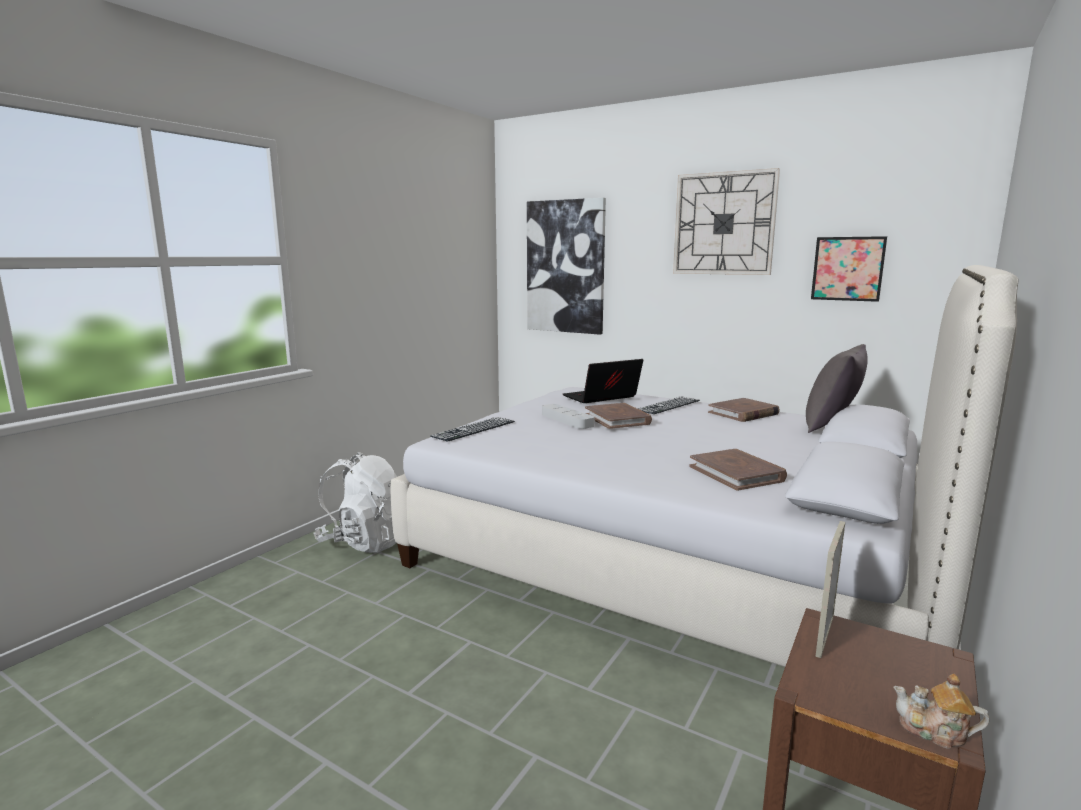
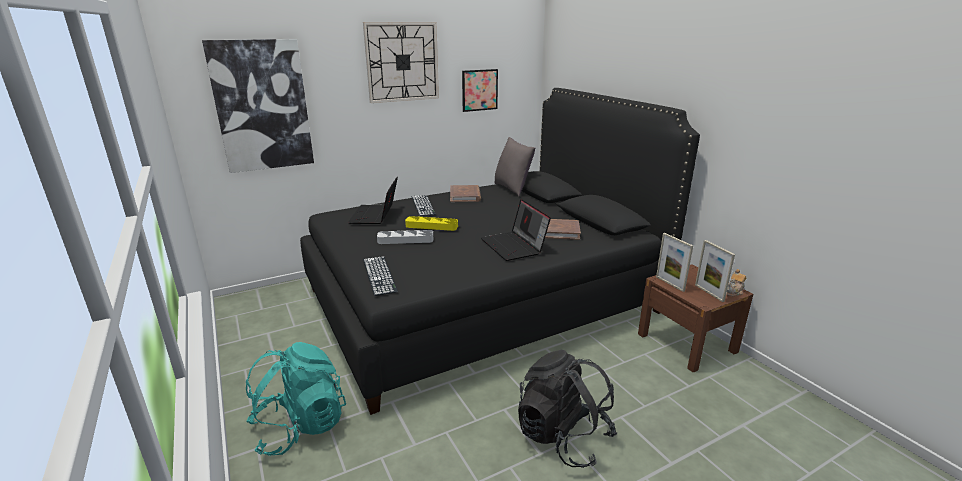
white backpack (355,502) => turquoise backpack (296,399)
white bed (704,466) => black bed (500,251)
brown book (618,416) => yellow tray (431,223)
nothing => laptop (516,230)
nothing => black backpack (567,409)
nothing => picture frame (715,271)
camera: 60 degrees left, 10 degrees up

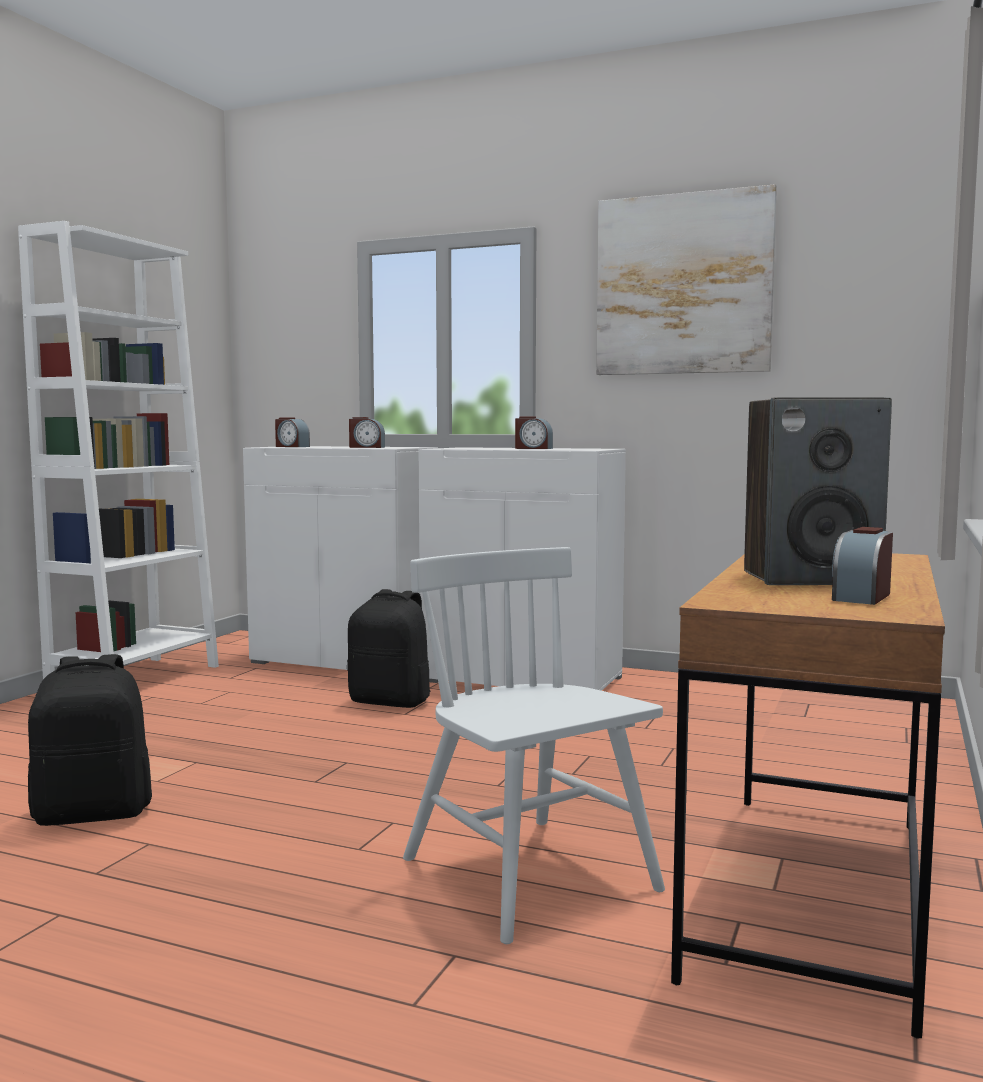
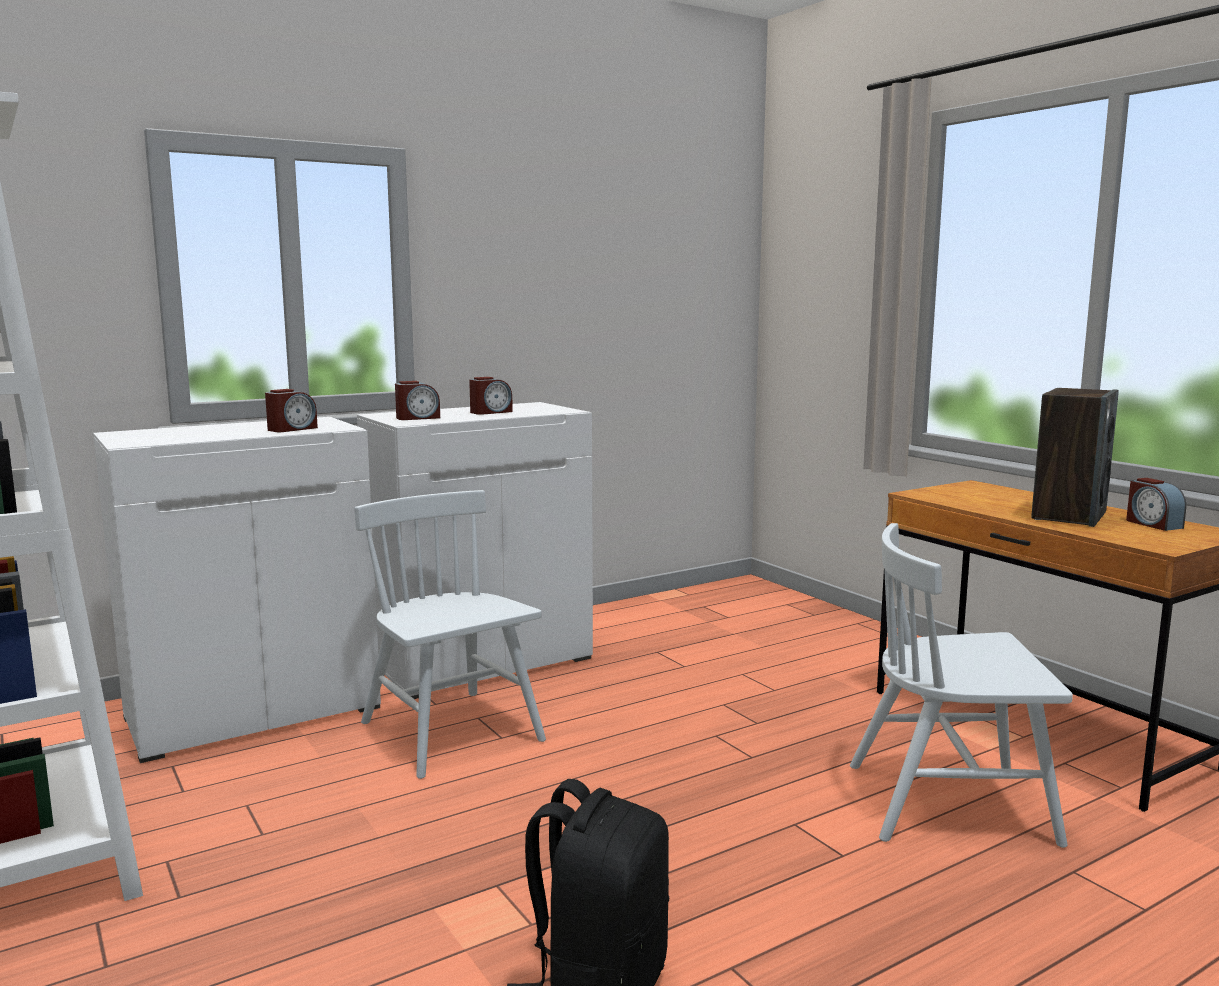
alarm clock (292,432) => alarm clock (417,400), shifted
black backpack (388,648) => white chair (450,634)
picture (686,279) => nothing
camera: 55 degrees left, 5 degrees up

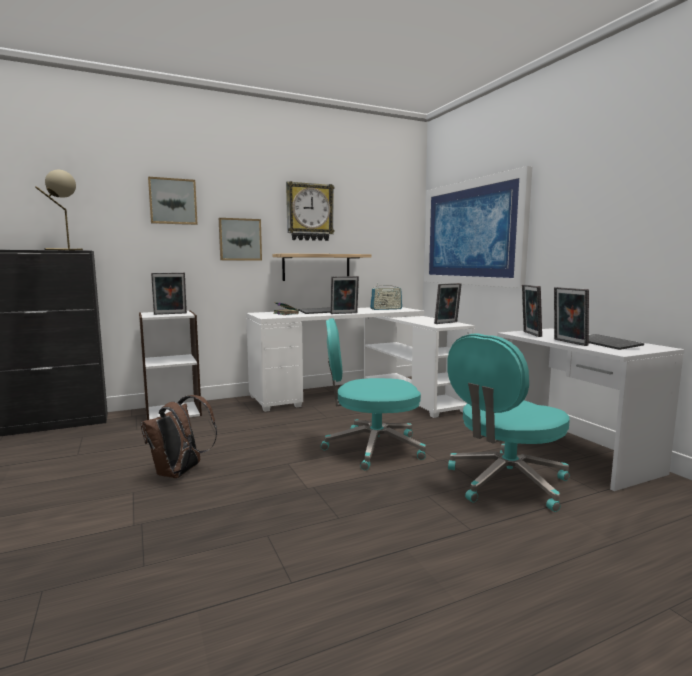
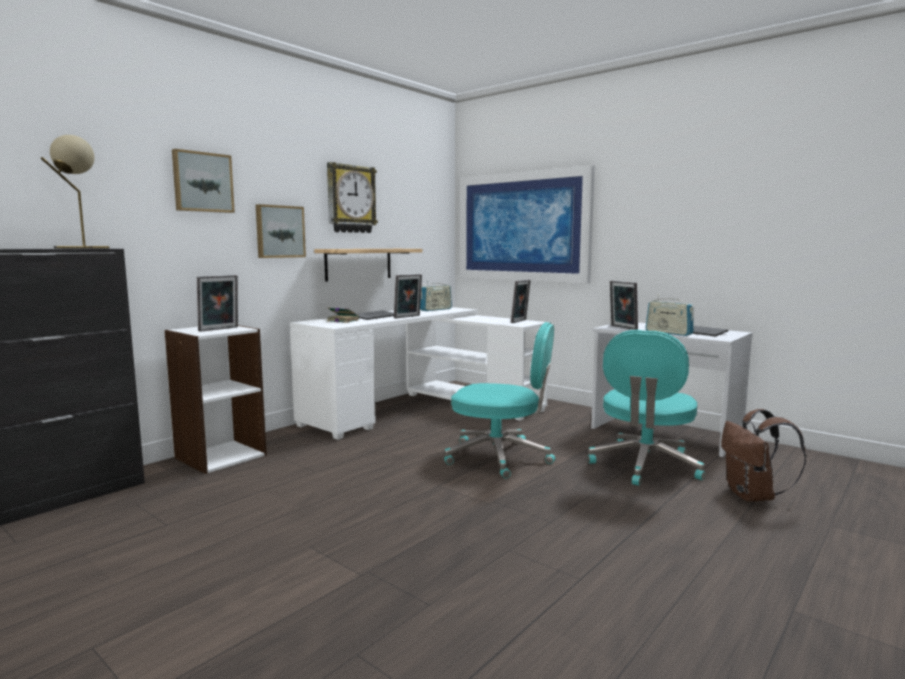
brown backpack (179,436) => brown backpack (763,455), shifted
turquoise office chair (373,394) => turquoise office chair (499,400), 135 degrees counterclockwise
picture frame (571,316) => radio (669,315)
camera: 25 degrees left, 0 degrees up

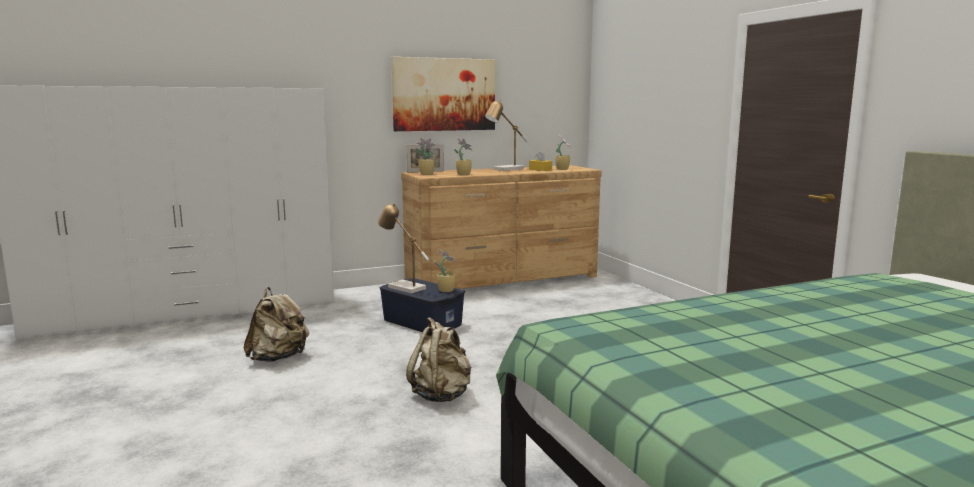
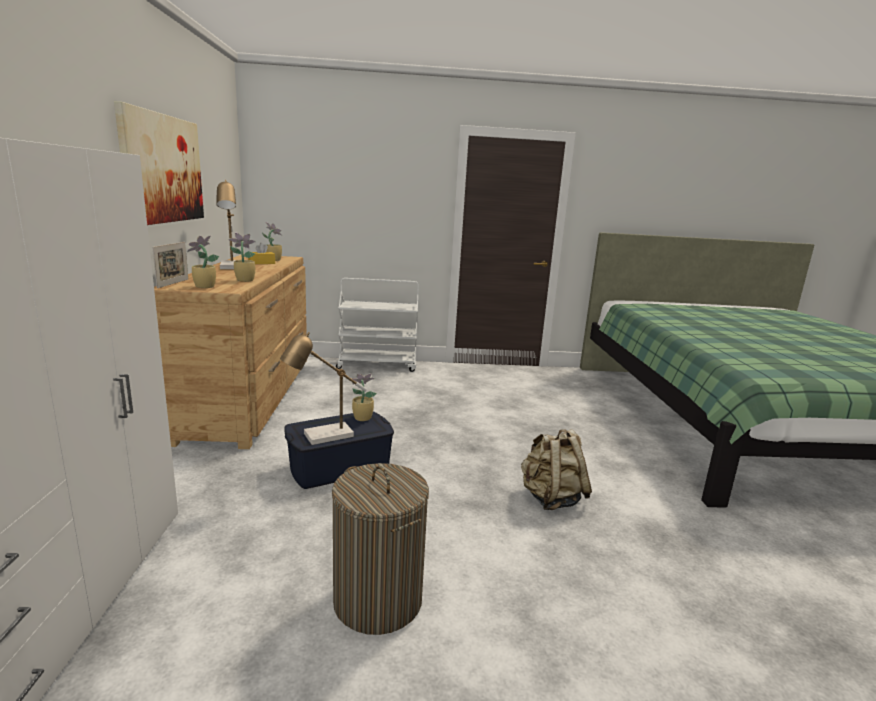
beige backpack (277,324) => laundry basket (380,549)
nothing => white cart (377,325)
camera: 70 degrees left, 5 degrees up

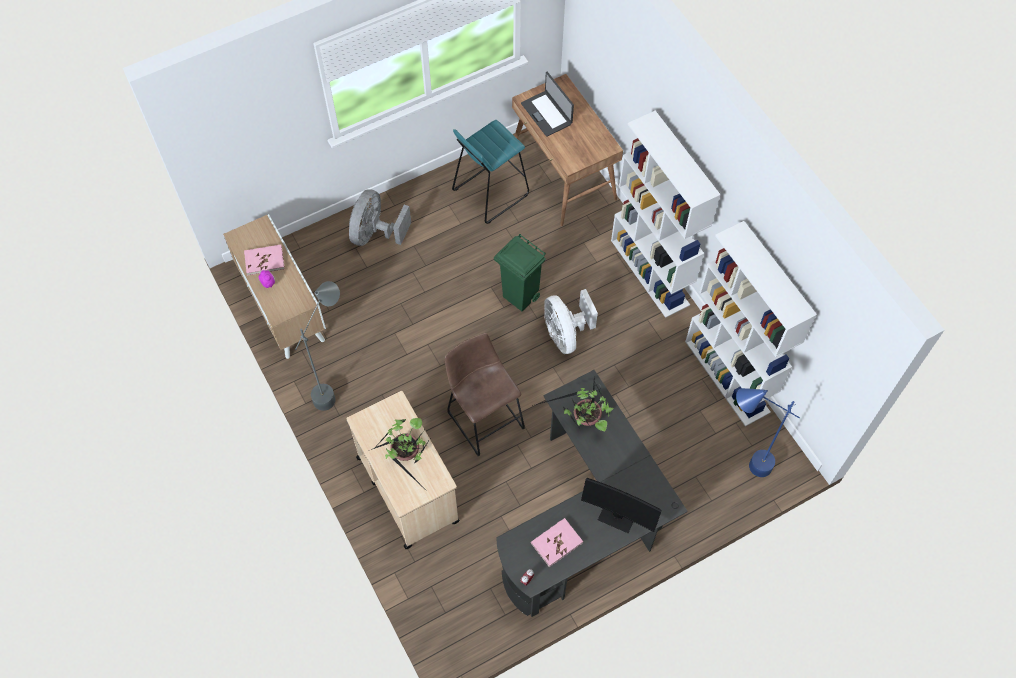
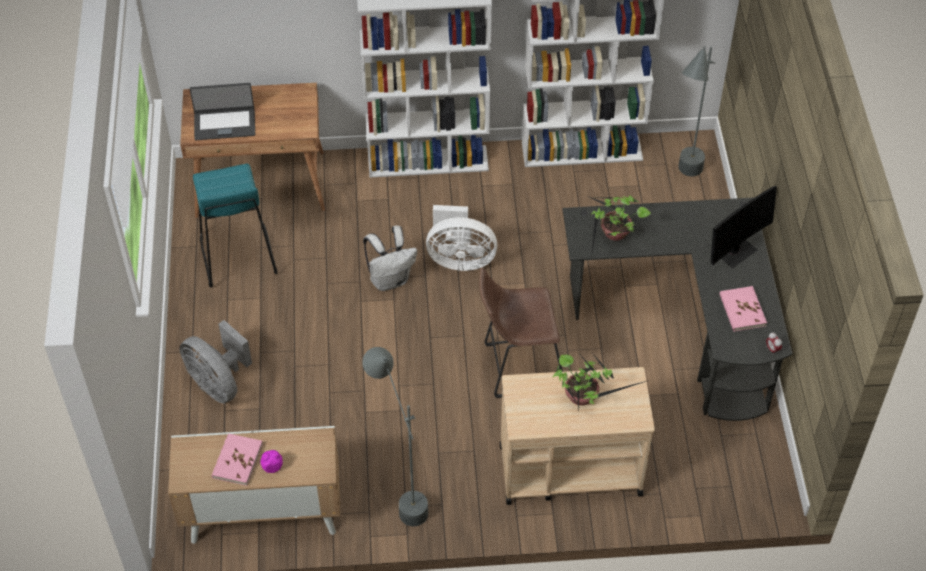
green trash can (520,272) => white backpack (390,258)
blue floor lamp (768,432) => grey floor lamp (697,111)
camera: 65 degrees left, 10 degrees down

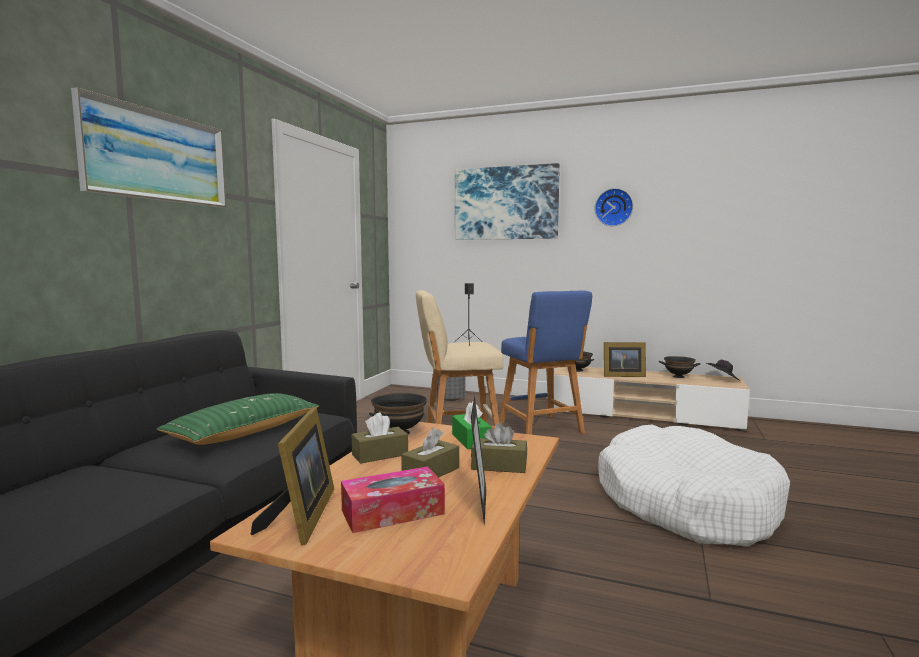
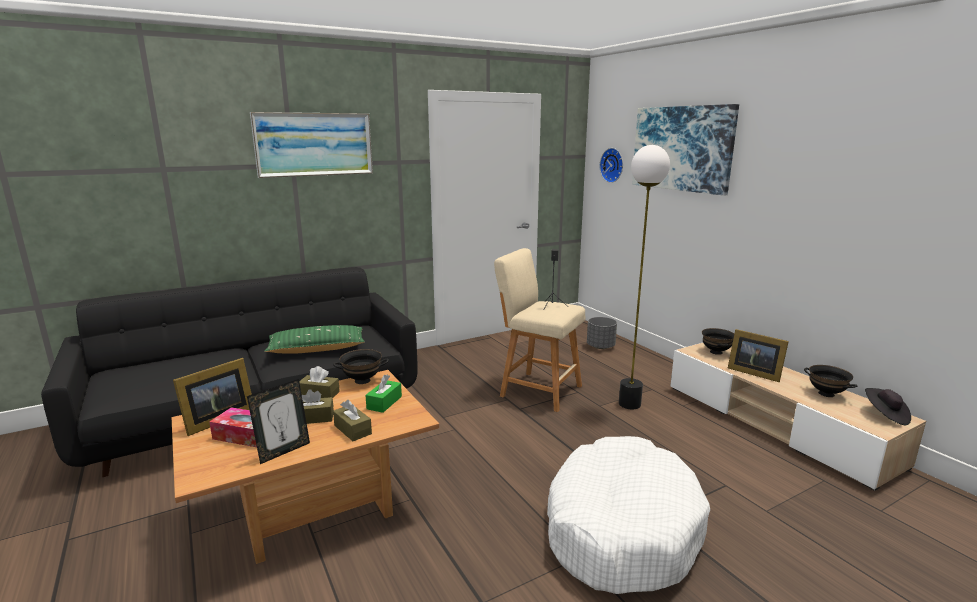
blue stool (545,363) => floor lamp (644,277)
wall clock (614,207) => wall clock (611,165), shifted
camera: 40 degrees right, 10 degrees up

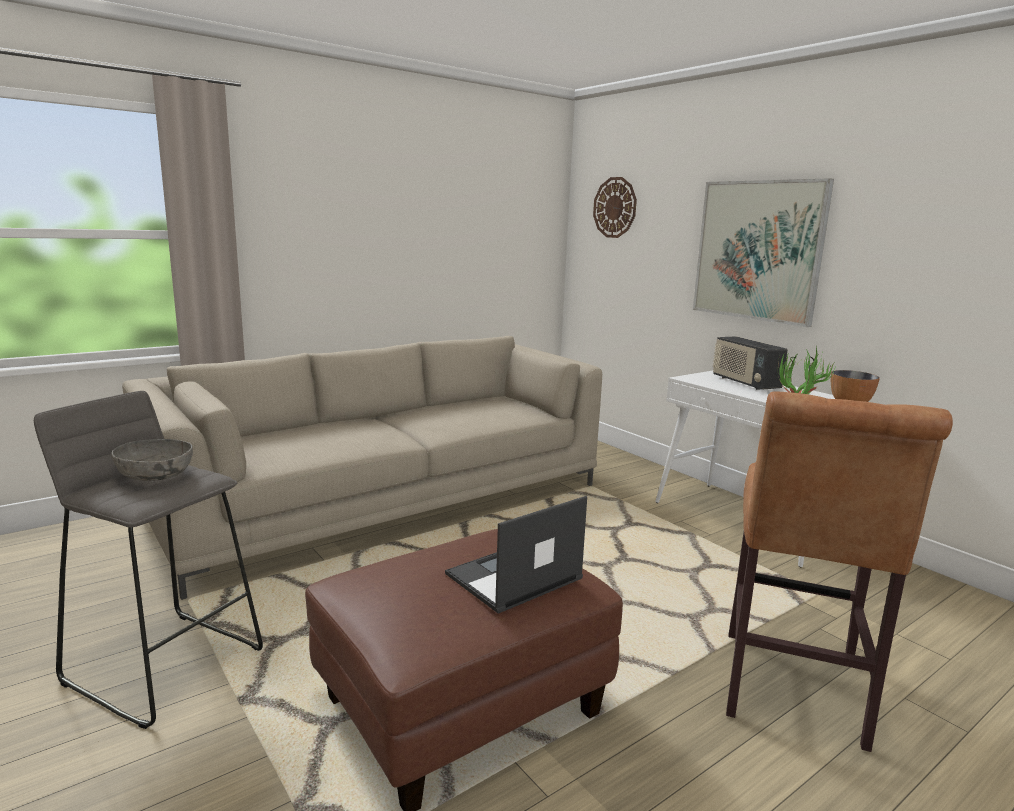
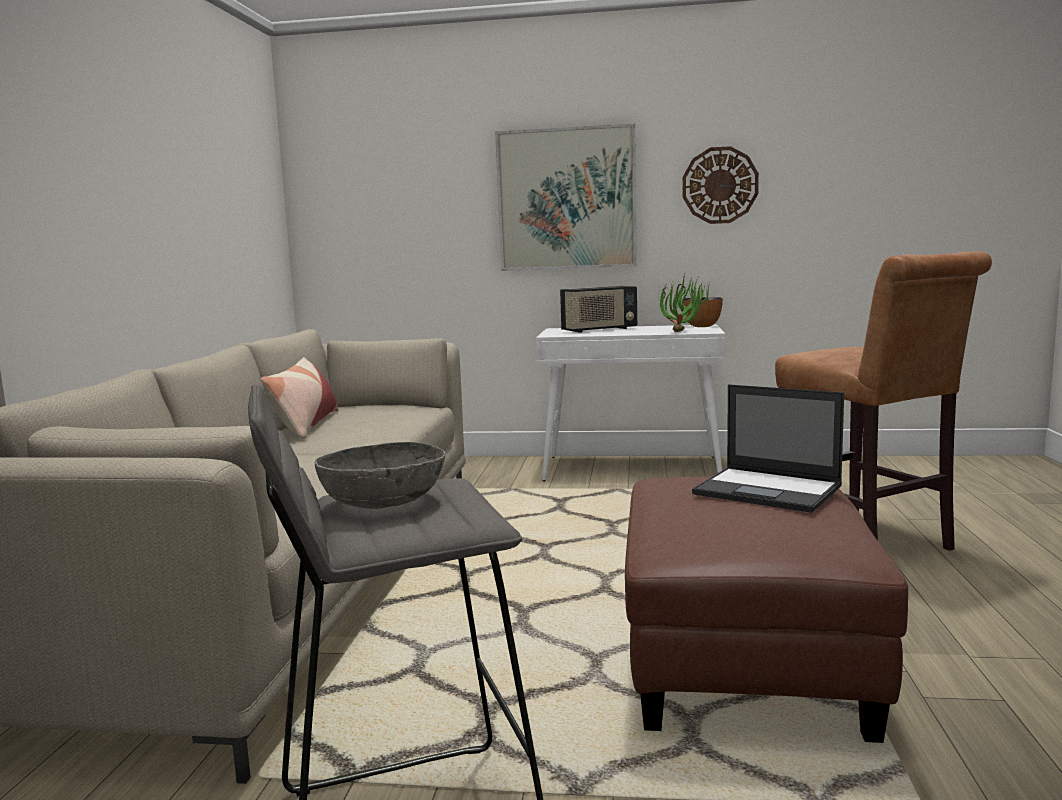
laptop (516,555) => laptop (768,448), 60 degrees counterclockwise
wall clock (615,207) => wall clock (721,185), shifted
radio (750,363) => radio (598,309), 45 degrees counterclockwise
nothing => pillow (300,398)
camera: 45 degrees left, 5 degrees down

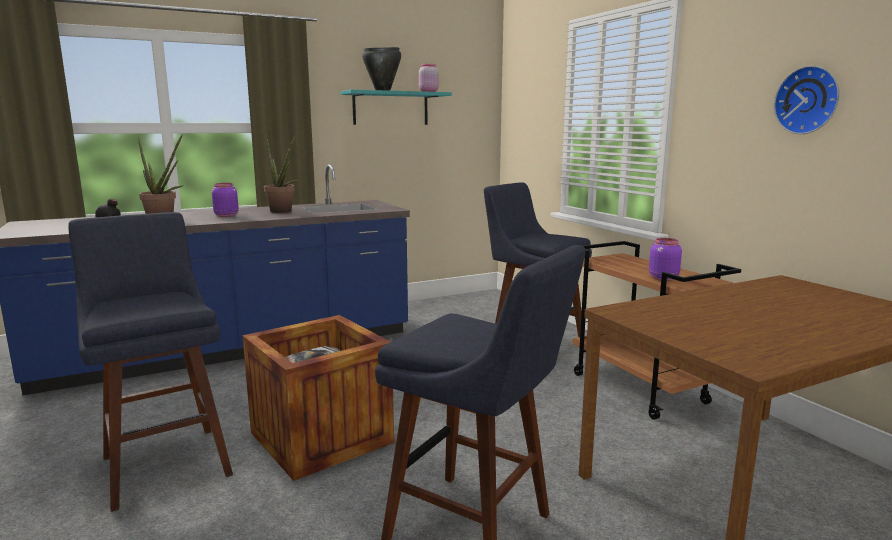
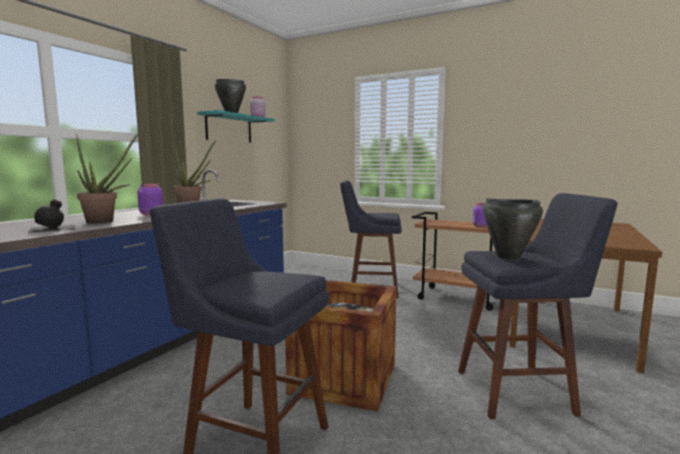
wall clock (806,99) => nothing
nothing => black cooking pot (512,229)
camera: 35 degrees left, 5 degrees down

